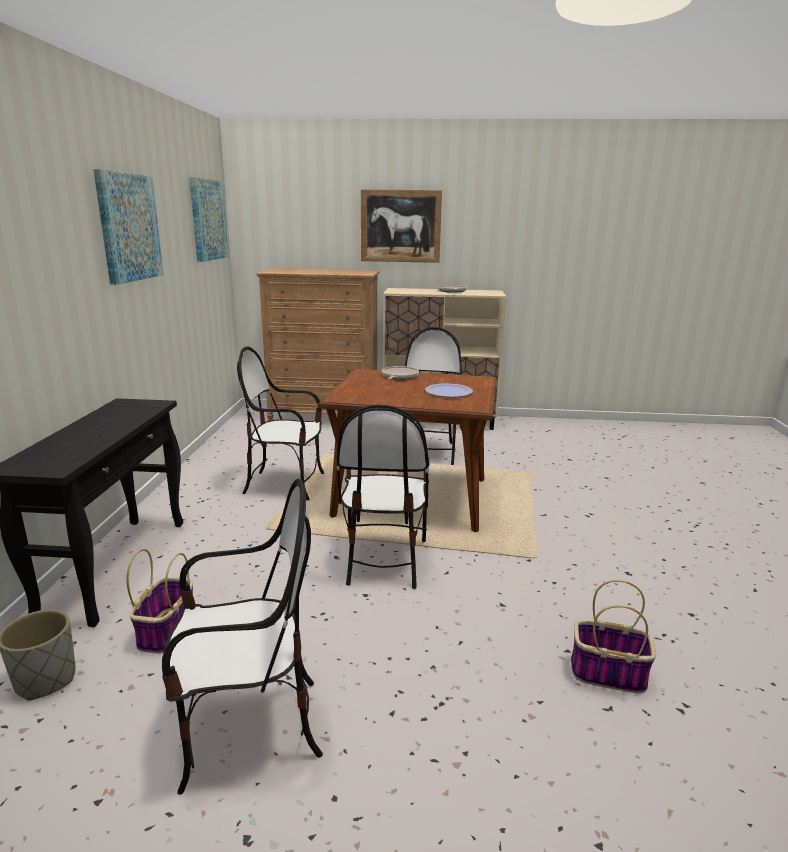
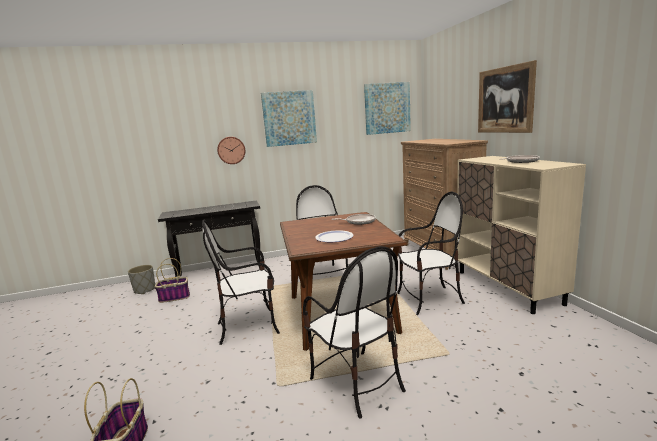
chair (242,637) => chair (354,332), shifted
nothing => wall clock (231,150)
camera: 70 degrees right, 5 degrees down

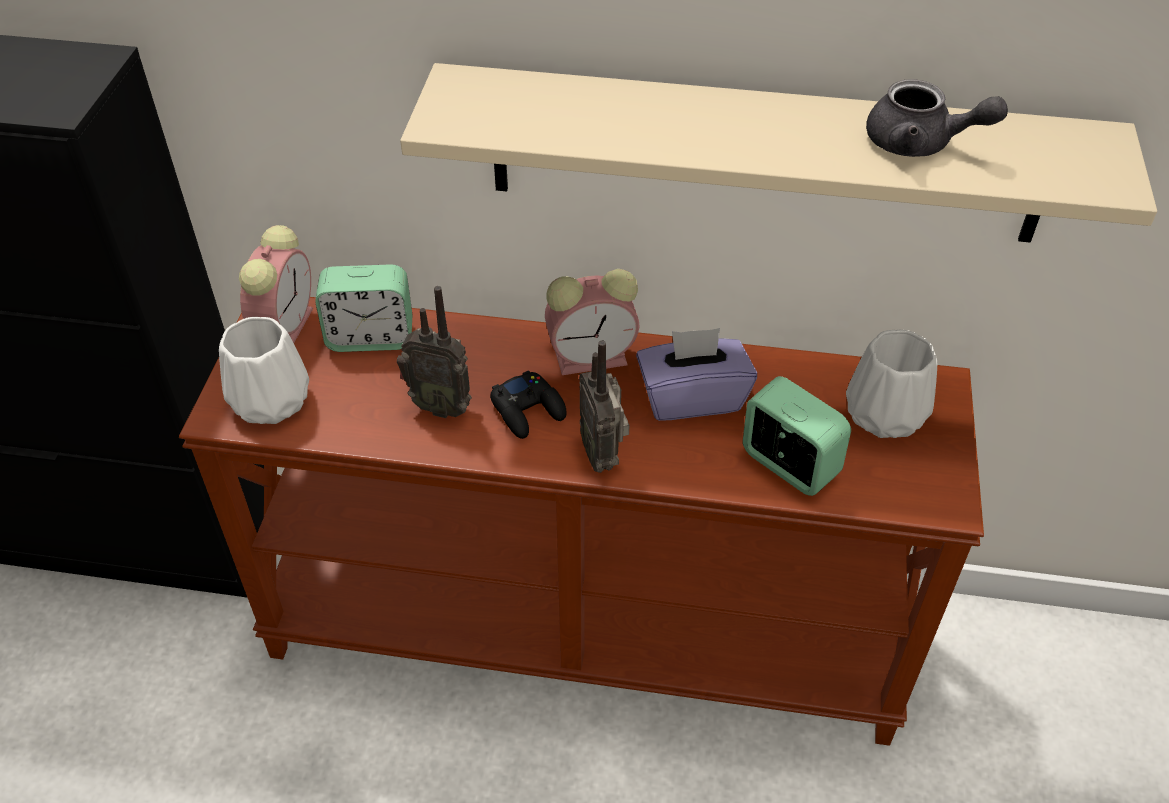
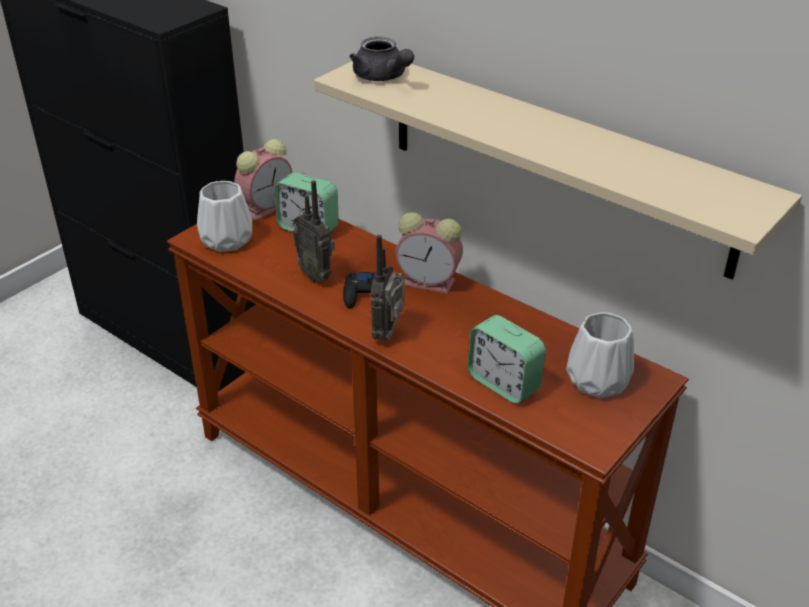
purple tissue box (696,374) => nothing
alarm clock (797,436) => alarm clock (507,359), 150 degrees clockwise
grey teapot (937,118) => grey teapot (381,59), shifted
camera: 30 degrees right, 10 degrees down

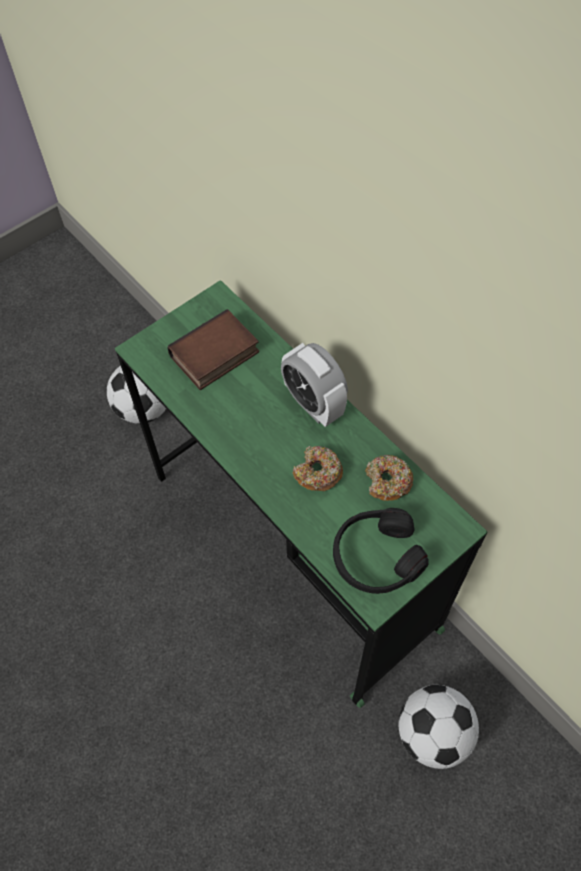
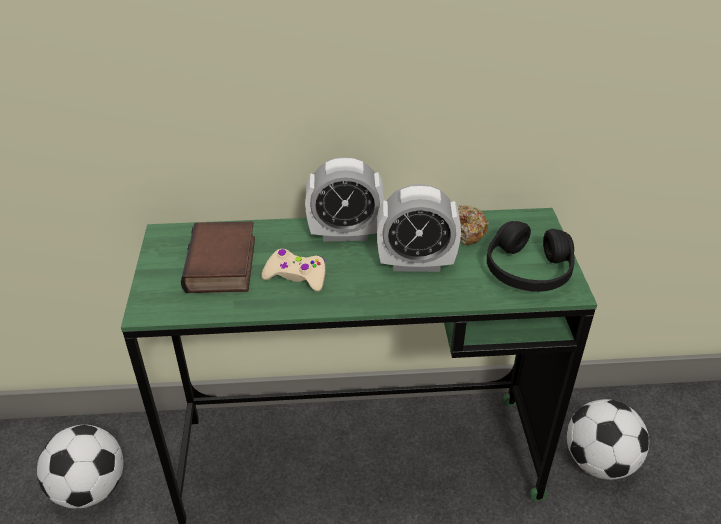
donut (318,468) => alarm clock (419,228)
nothing => beige game controller (294,270)
camera: 55 degrees left, 20 degrees down

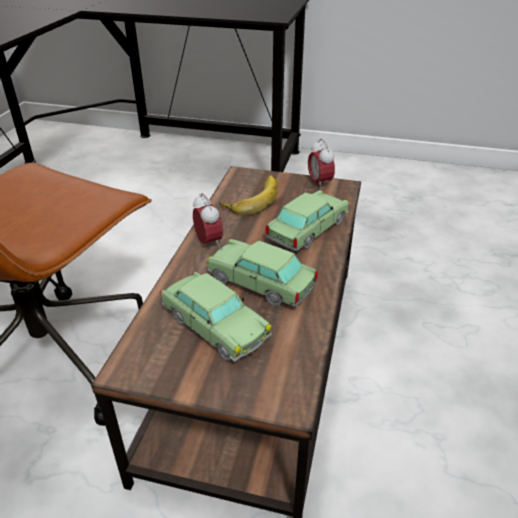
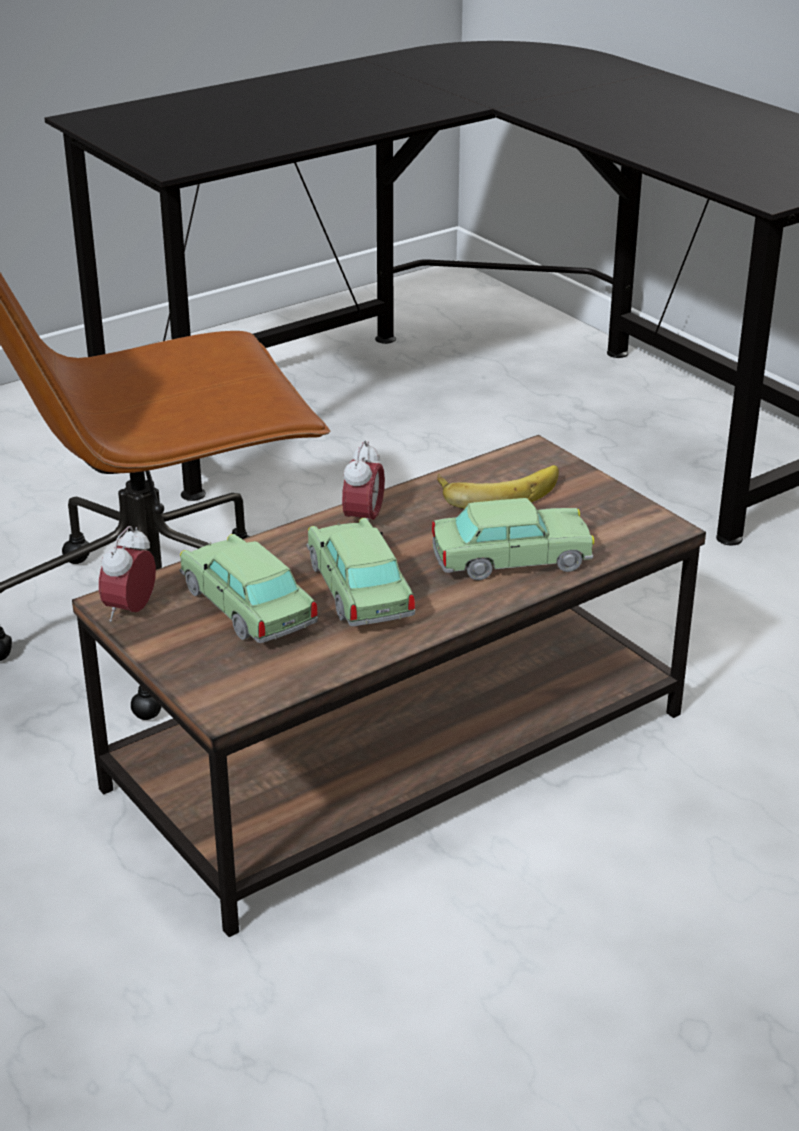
toy car (216,317) => toy car (249,588), 150 degrees clockwise
alarm clock (321,164) => alarm clock (127,574), shifted
camera: 40 degrees right, 5 degrees down

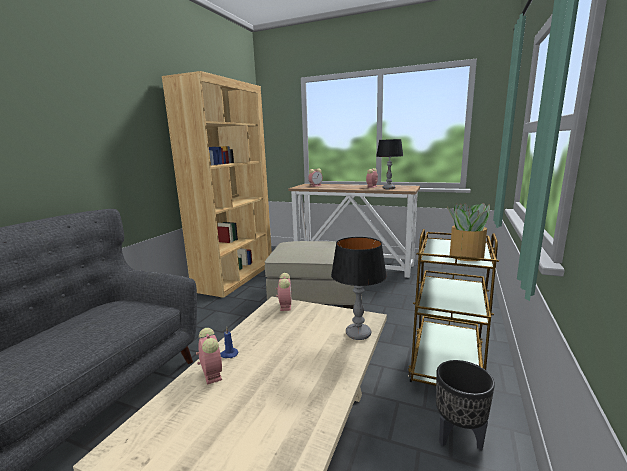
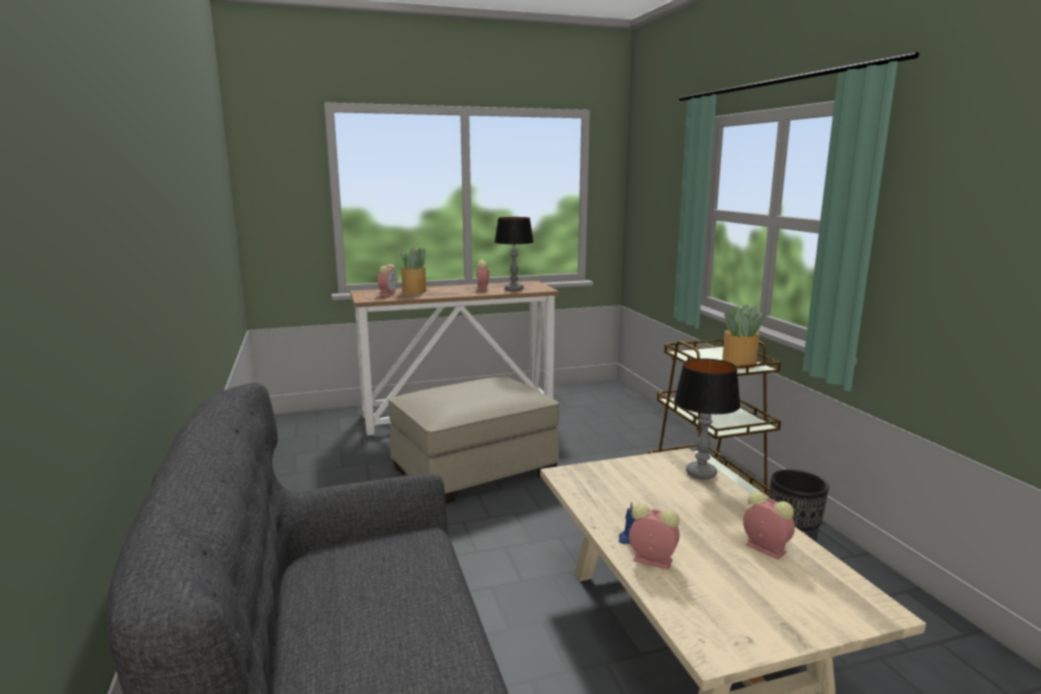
brown bookcase (217,184) => nothing
alarm clock (284,292) => alarm clock (769,525), shifted
nothing => potted plant (413,270)
camera: 40 degrees left, 0 degrees up

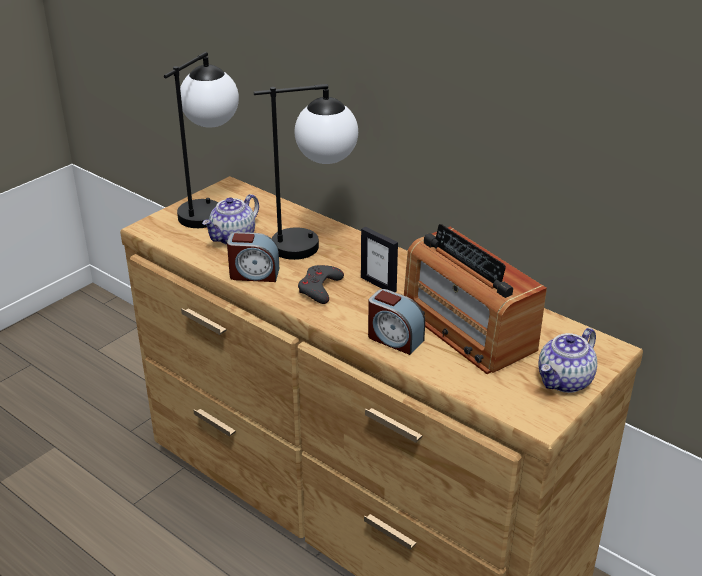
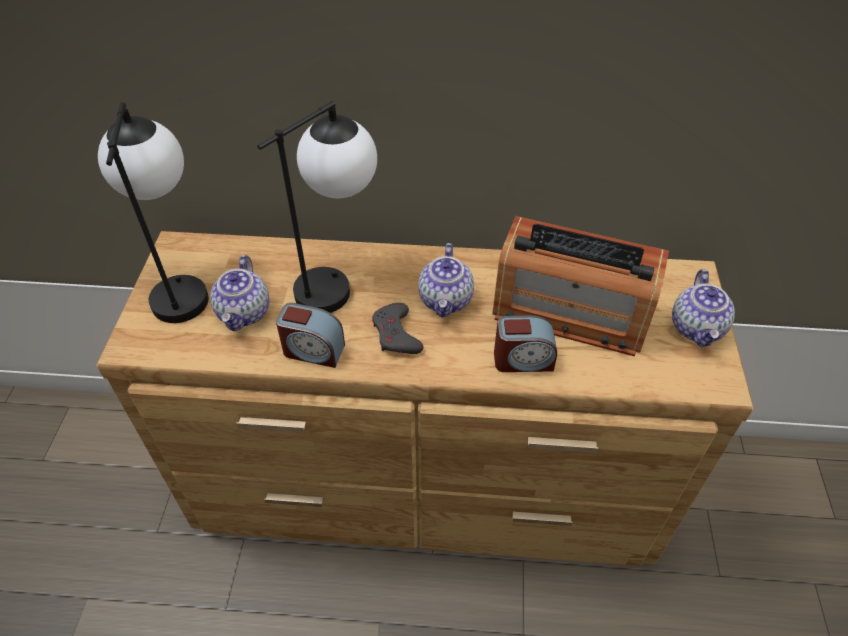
alarm clock (253,257) => alarm clock (310,335), 45 degrees clockwise
picture frame (379,259) => teapot (446,280)
camera: 35 degrees left, 15 degrees up

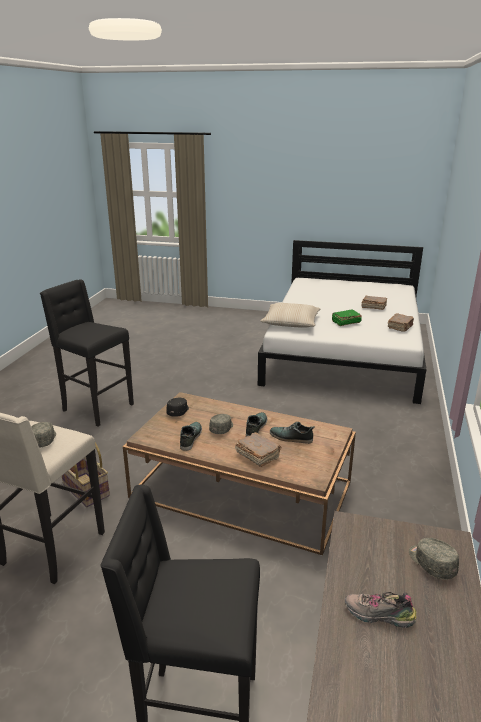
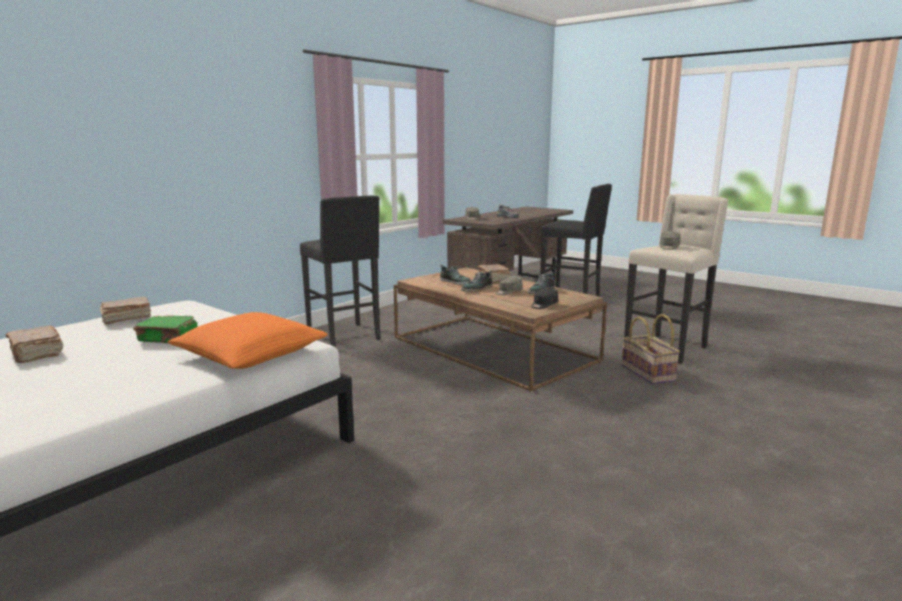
black stool (87,352) => black stool (340,271), shifted
beige pillow (291,315) => orange pillow (248,340)
camera: 155 degrees left, 10 degrees down

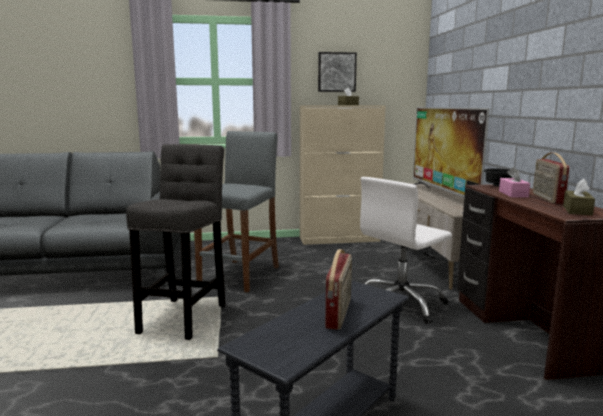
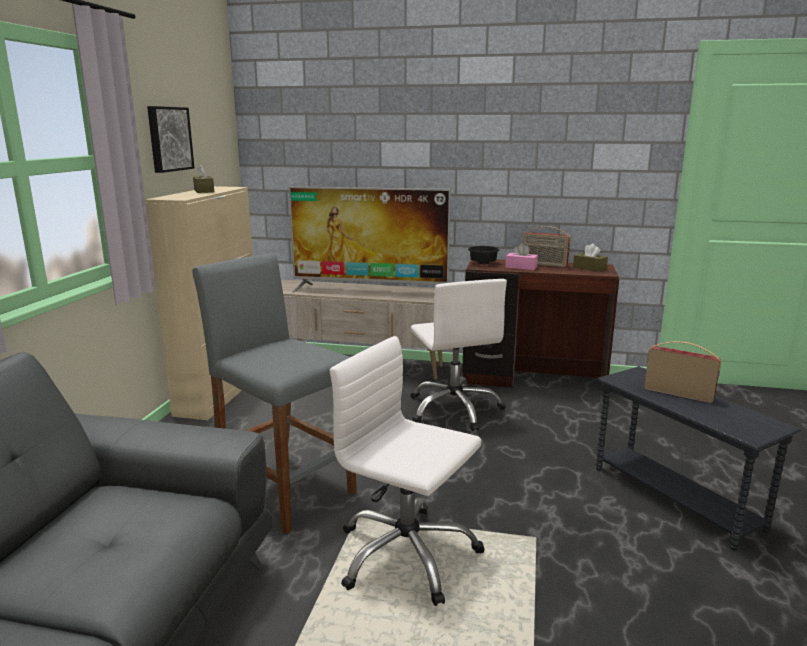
grey stool (175,242) => white office chair (407,471)
camera: 70 degrees left, 5 degrees up

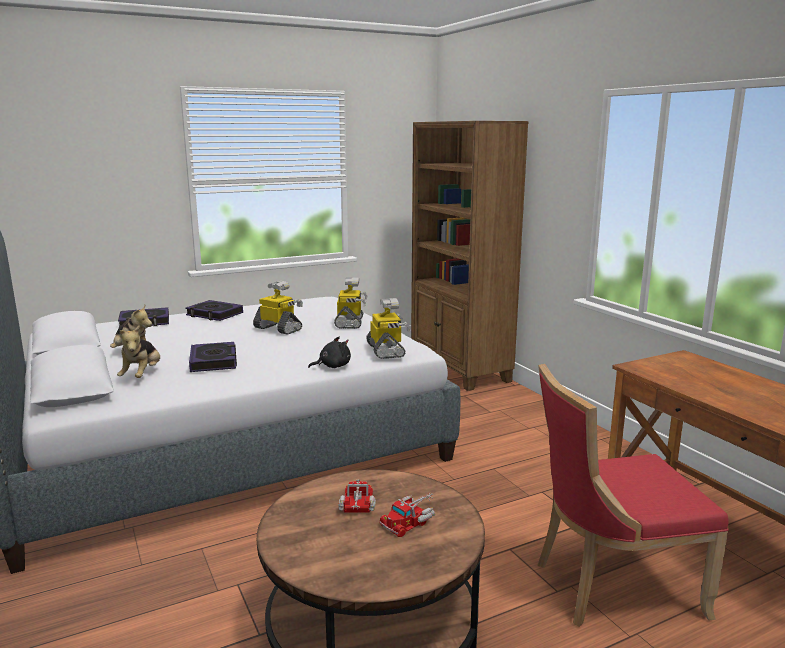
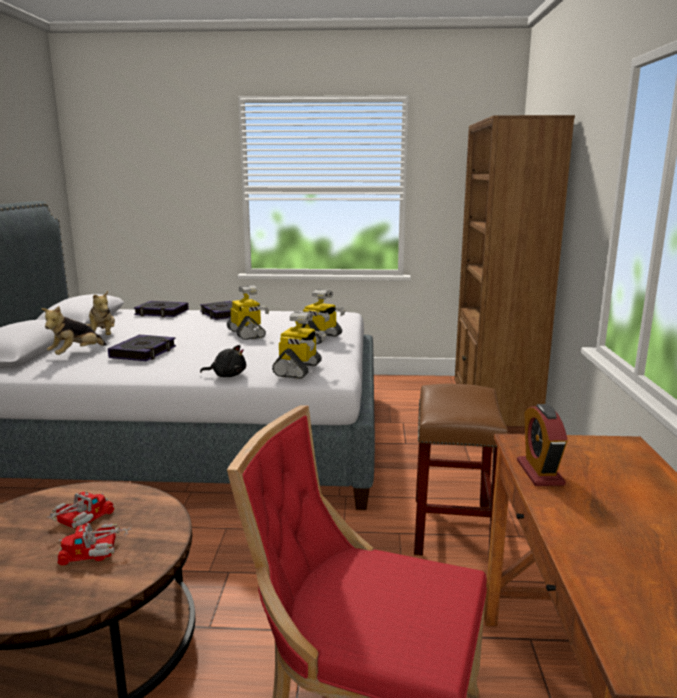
nothing => brown stool (461,471)
nothing => alarm clock (542,445)
camera: 30 degrees right, 0 degrees up

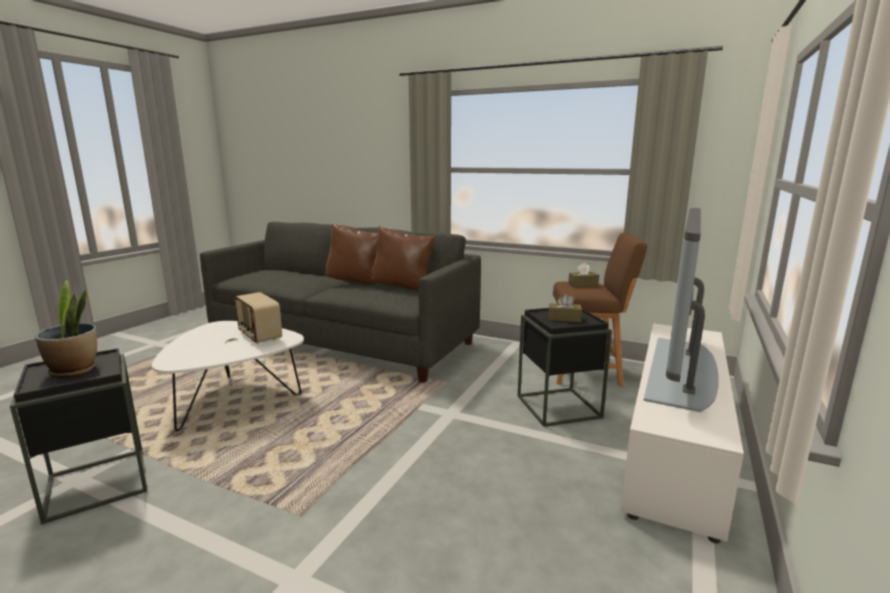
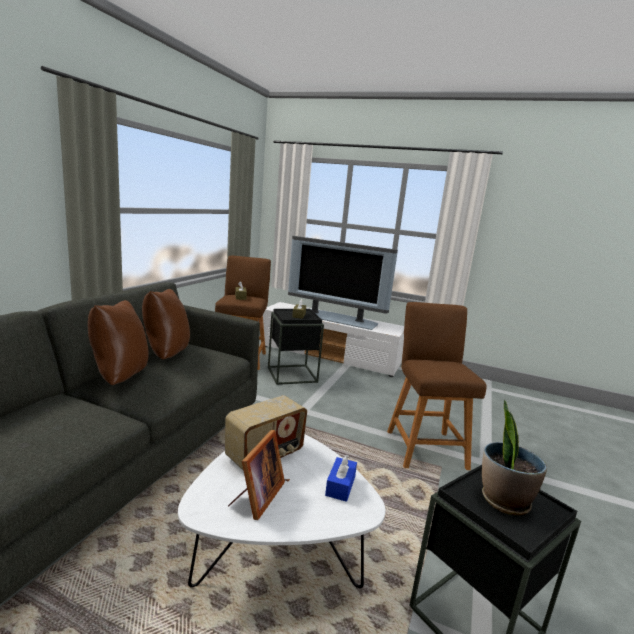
nothing => picture frame (256,475)
nothing => blue tissue box (341,478)
nothing => brown stool (437,386)
camera: 95 degrees left, 0 degrees up

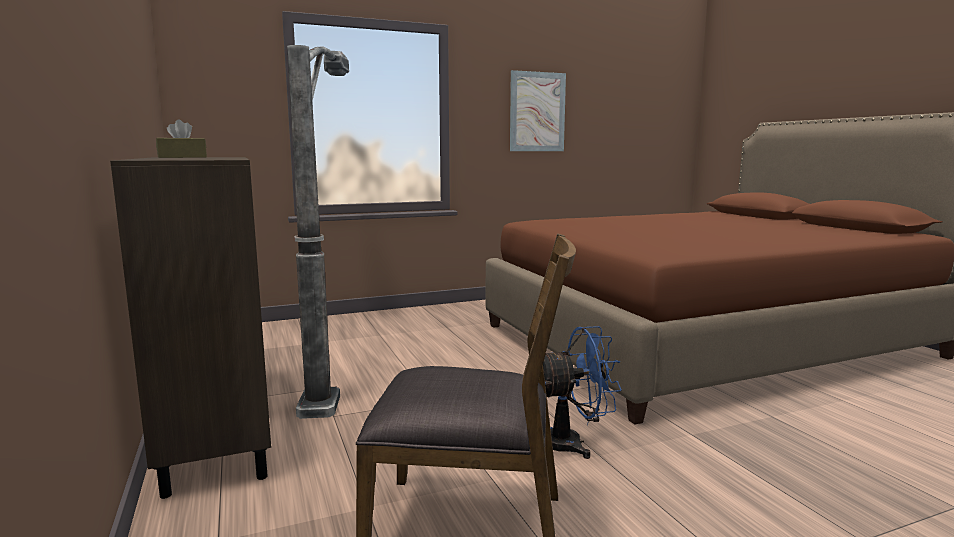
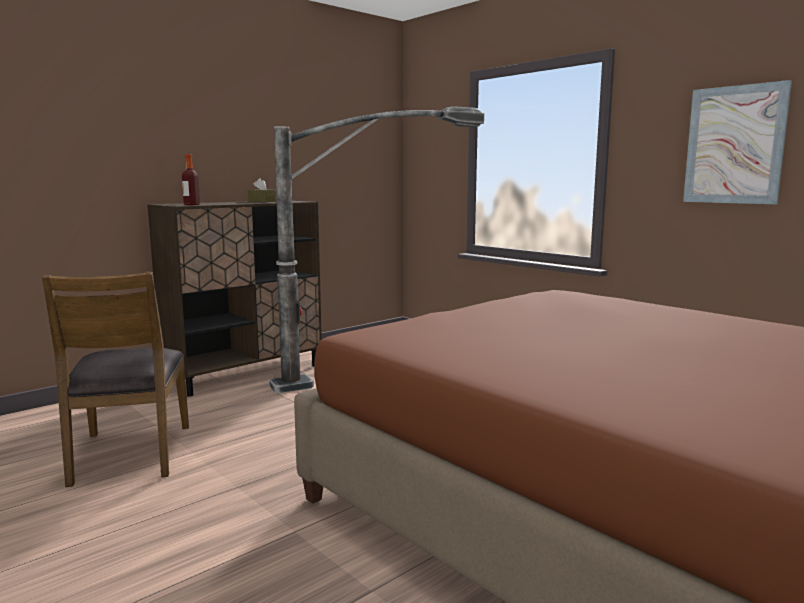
blue fan (582,392) => nothing
nothing => bottle (191,179)
camera: 70 degrees right, 0 degrees up

